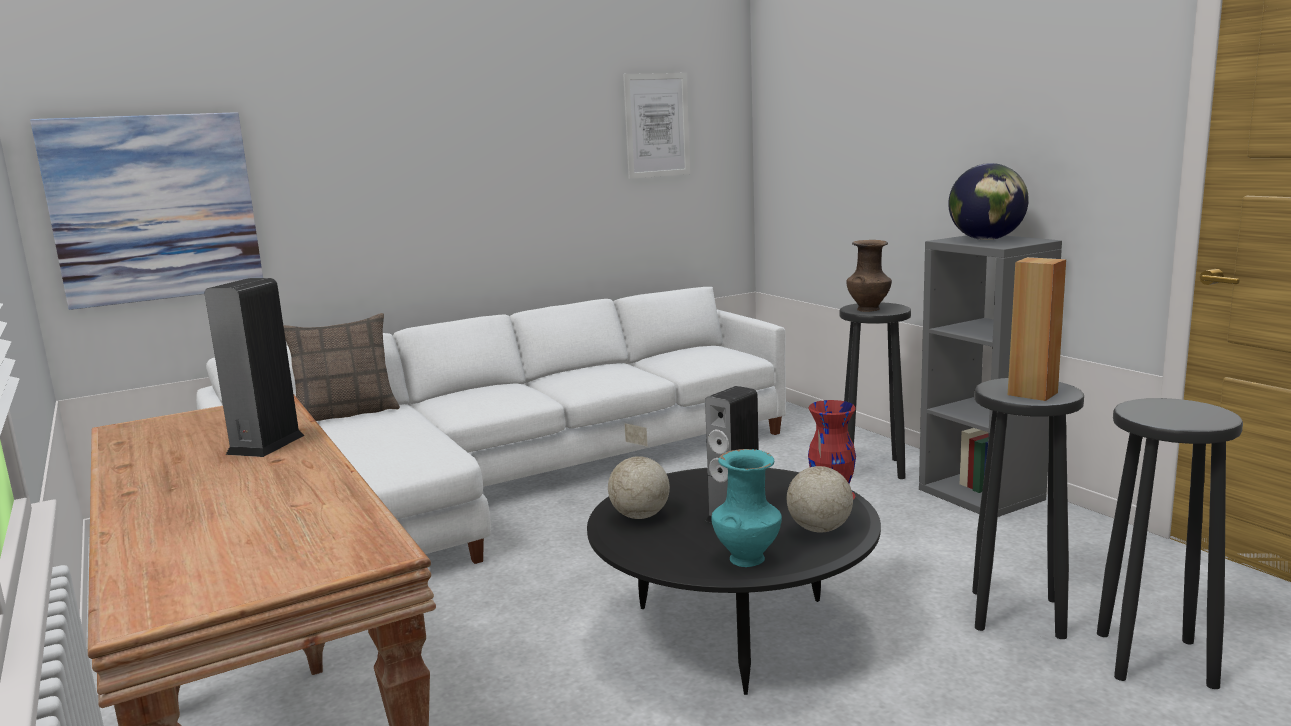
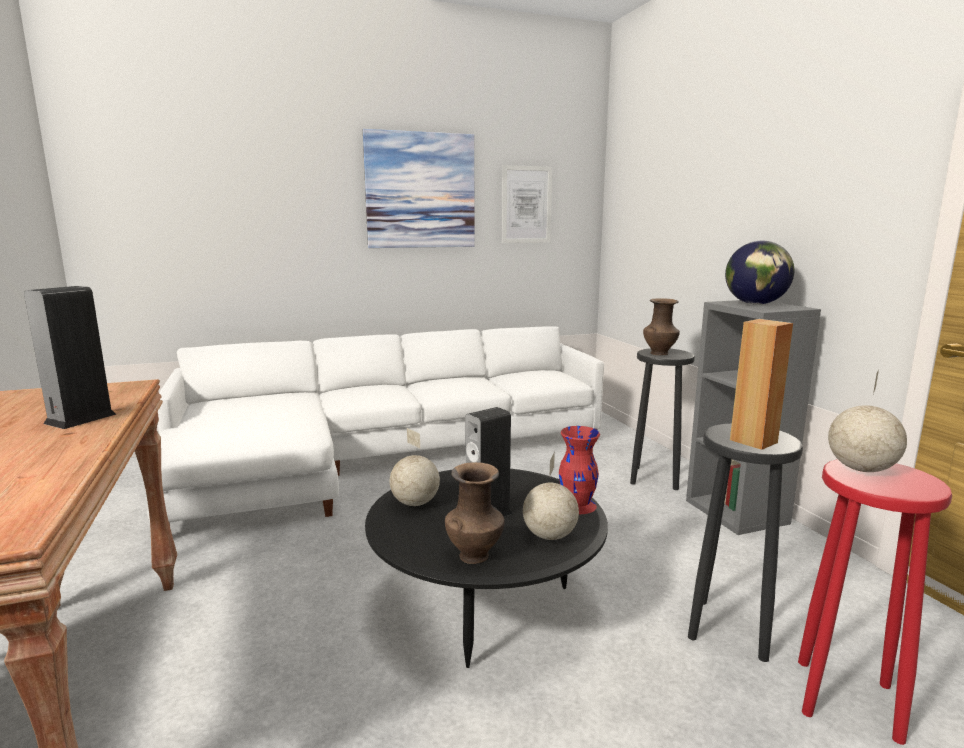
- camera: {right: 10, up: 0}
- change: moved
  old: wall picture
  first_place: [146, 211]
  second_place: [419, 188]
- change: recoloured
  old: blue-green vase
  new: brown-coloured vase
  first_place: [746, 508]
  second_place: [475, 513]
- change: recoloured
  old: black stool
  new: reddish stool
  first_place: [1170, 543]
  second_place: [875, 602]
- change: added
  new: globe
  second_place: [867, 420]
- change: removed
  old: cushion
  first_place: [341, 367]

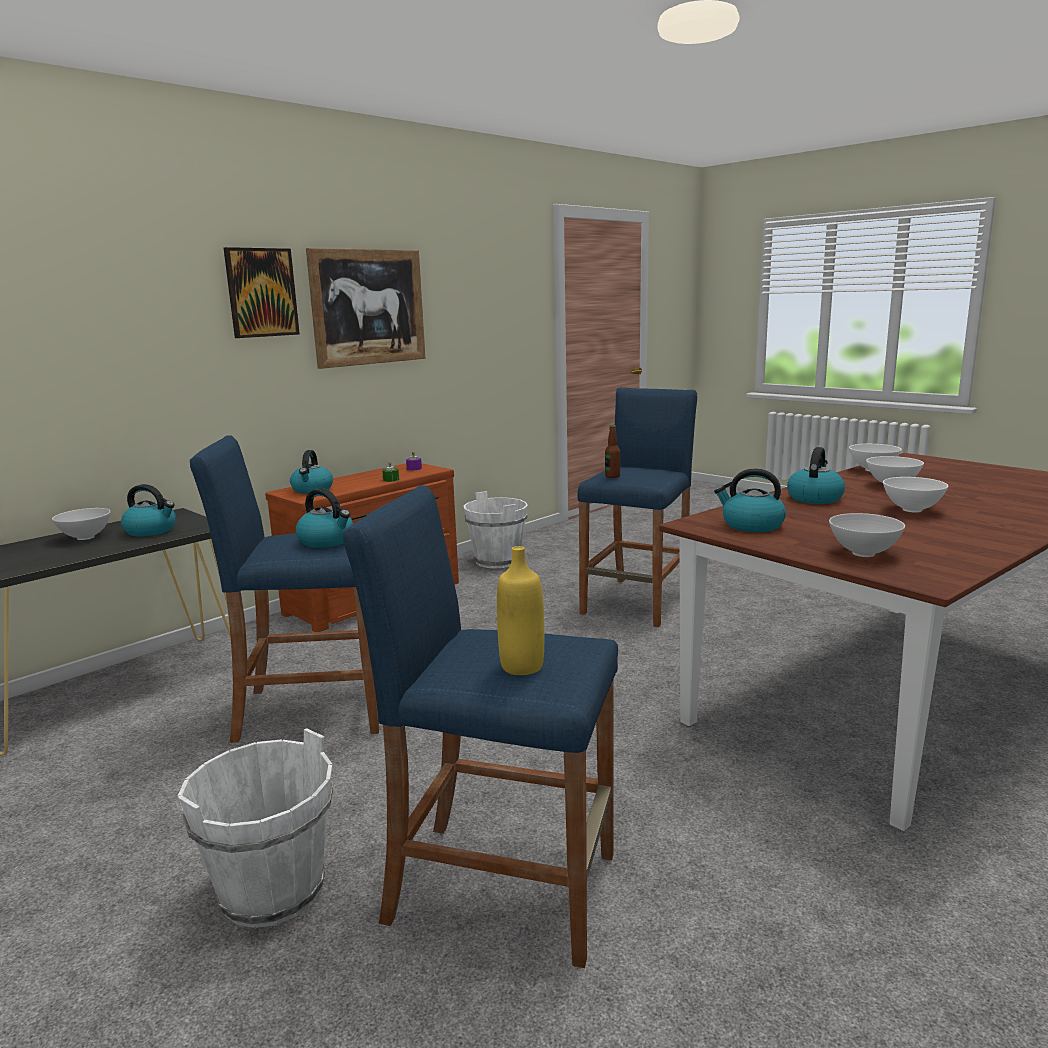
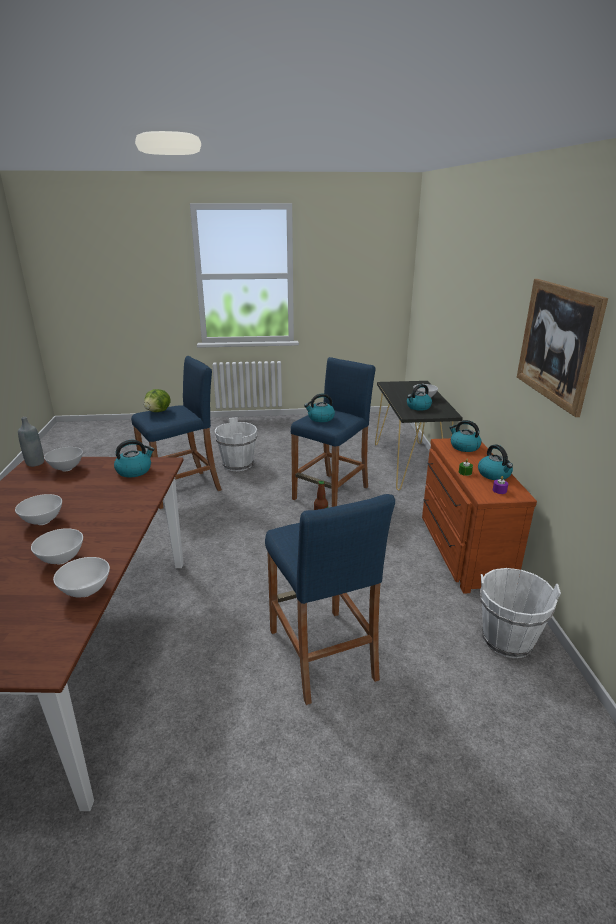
- camera: {right: 130, up: 10}
- change: added
  new: grey beverage bottle
  second_place: [31, 442]
- change: replaced
  old: yellowish beverage bottle
  new: lettuce
  first_place: [520, 610]
  second_place: [157, 400]
- change: moved
  old: water kettle
  first_place: [816, 475]
  second_place: [495, 462]
- change: removed
  old: wall picture
  first_place: [262, 292]

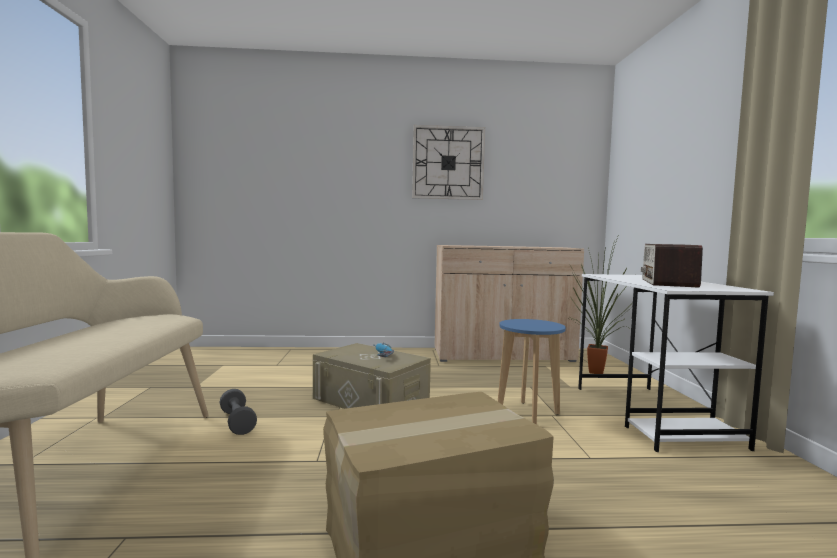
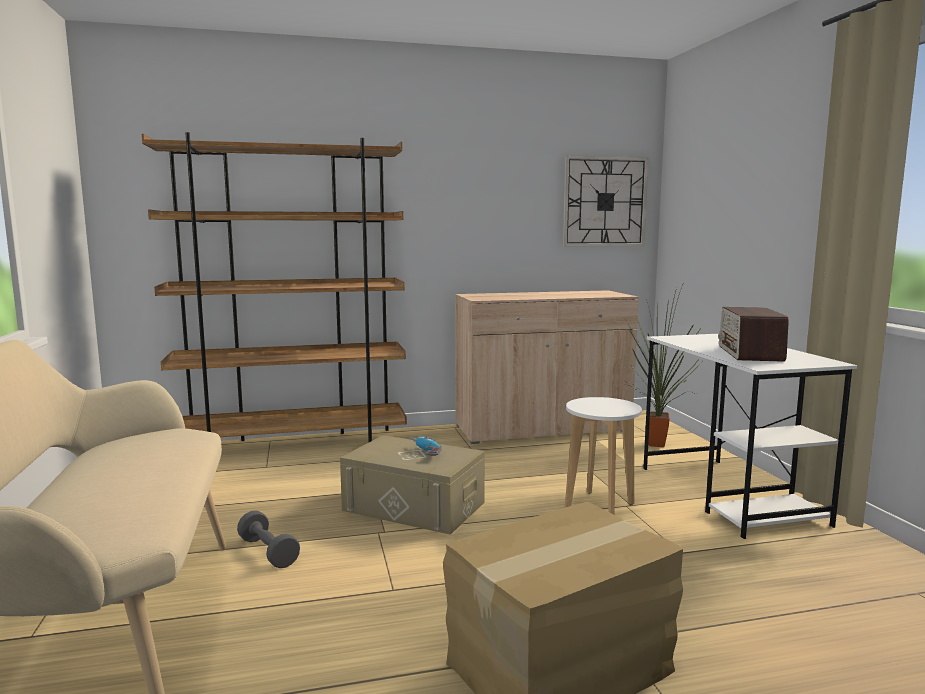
- camera: {right: -10, up: 5}
- change: added
  new: brown-coloured shelving unit
  second_place: [274, 287]
- change: moved
  old: clock on the wall
  first_place: [448, 162]
  second_place: [606, 201]
- change: recoloured
  old: blue-coloured stool
  new: white stool
  first_place: [532, 372]
  second_place: [603, 456]

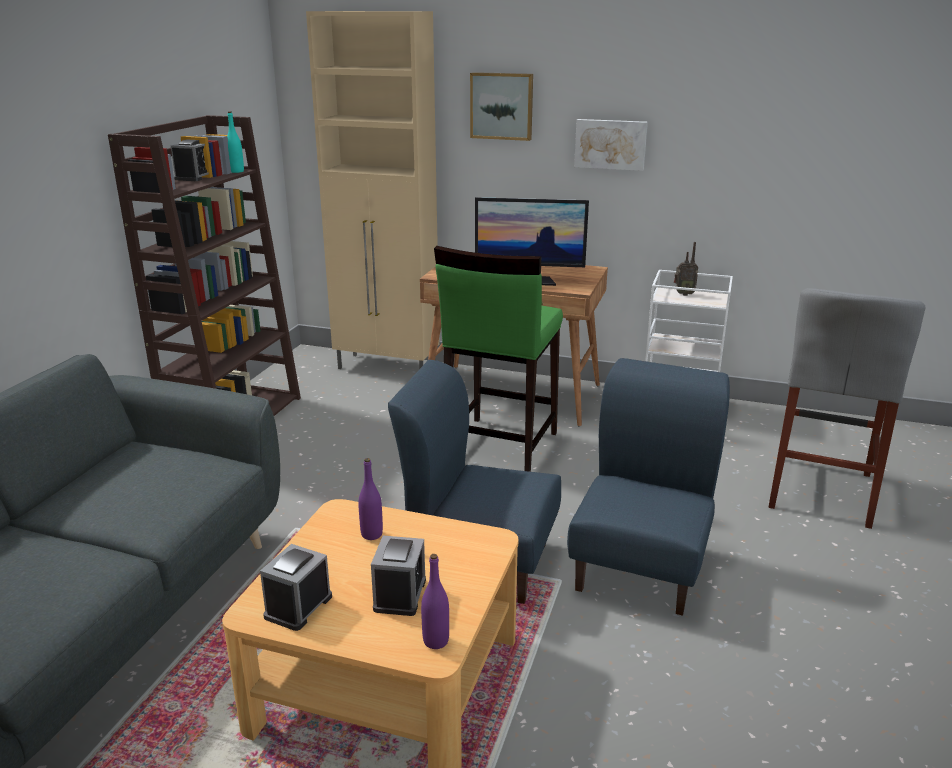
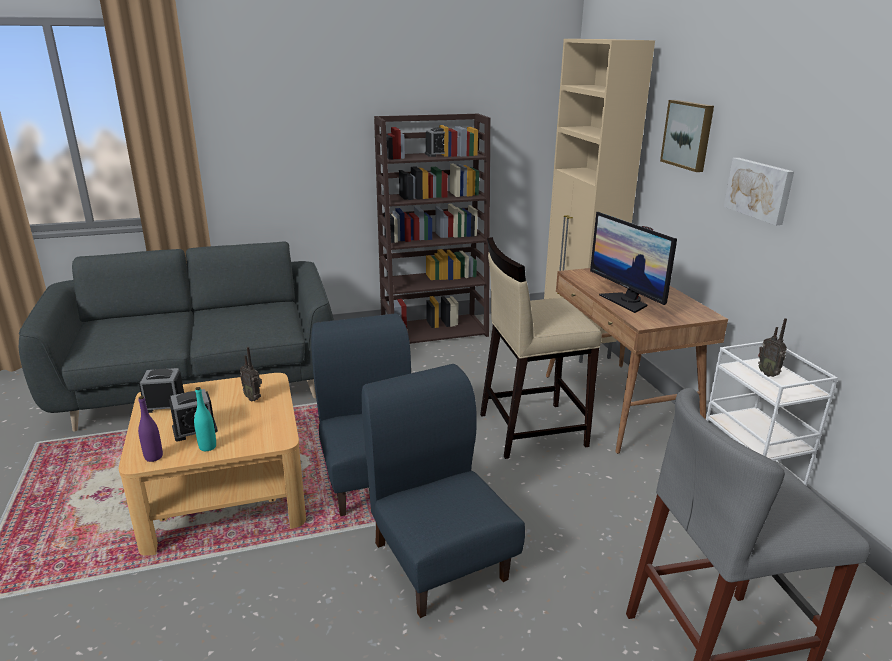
- camera: {right: 55, up: 0}
- change: moved
  old: blue-green beverage bottle
  first_place: [235, 142]
  second_place: [205, 419]
- change: replaced
  old: purplish beverage bottle
  new: radio
  first_place: [370, 499]
  second_place: [251, 374]
- change: turned
  old: blue-coloured chair
  first_place: [648, 487]
  second_place: [443, 491]
  degrees: -105
- change: recoloured
  old: green-coloured stool
  new: beige stool
  first_place: [498, 359]
  second_place: [541, 348]

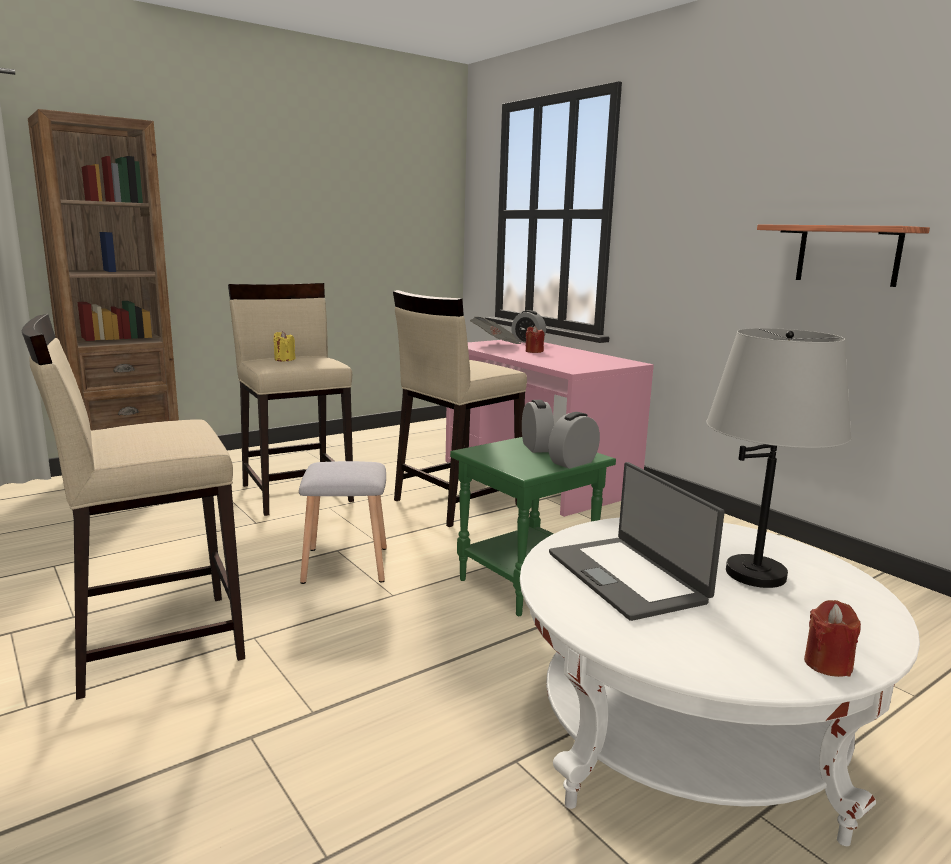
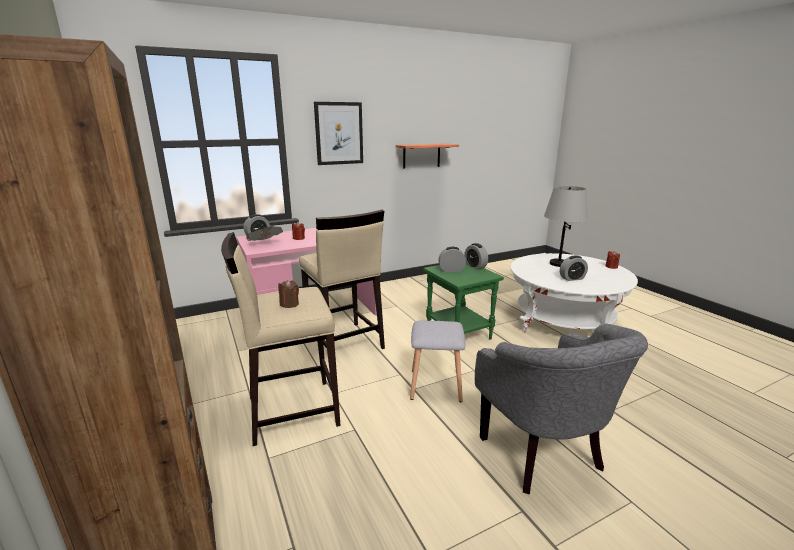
- camera: {right: -80, up: 5}
- change: recoloured
  old: yellowish candle
  new: brown-coloured candle
  first_place: [284, 346]
  second_place: [288, 294]
- change: added
  new: wall picture
  second_place: [338, 133]
- change: replaced
  old: beige stool
  new: grey easy chair
  first_place: [133, 507]
  second_place: [561, 408]
- change: replaced
  old: portable computer
  new: alarm clock
  first_place: [637, 541]
  second_place: [574, 268]

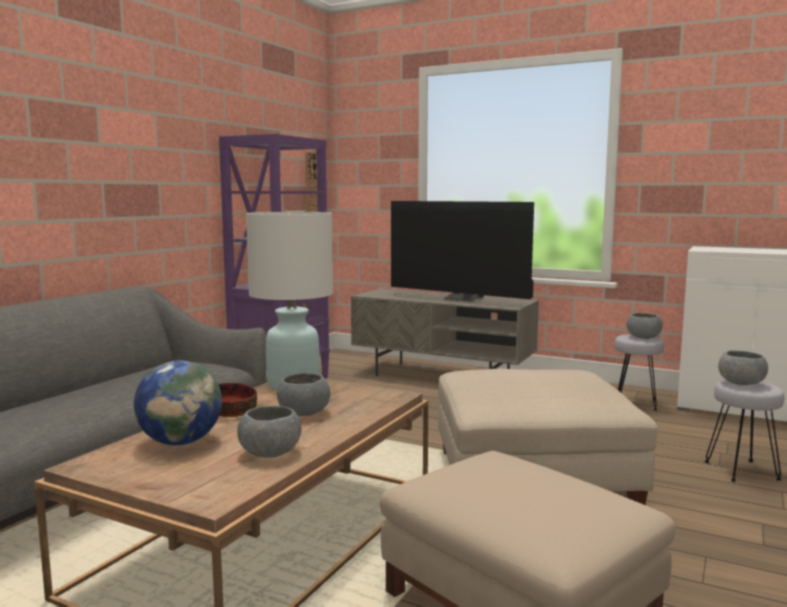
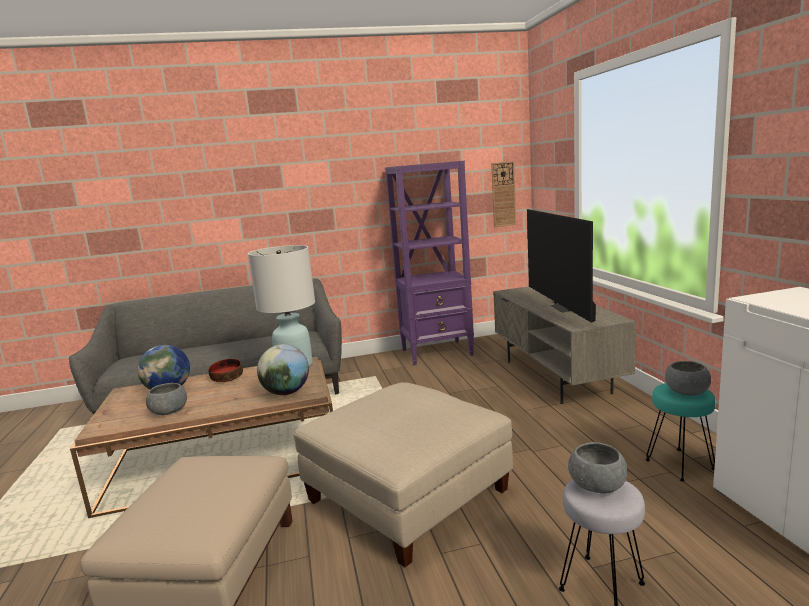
- camera: {right: 50, up: 5}
- change: added
  new: globe
  second_place: [283, 369]
- change: recoloured
  old: grey stool
  new: blue-green stool
  first_place: [639, 372]
  second_place: [680, 432]
- change: removed
  old: grey bowl
  first_place: [303, 394]

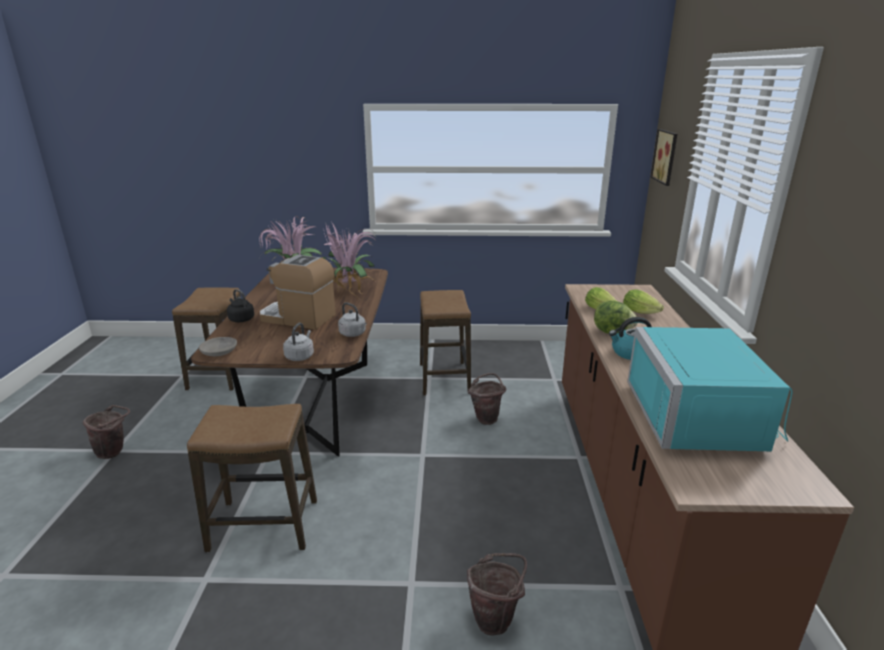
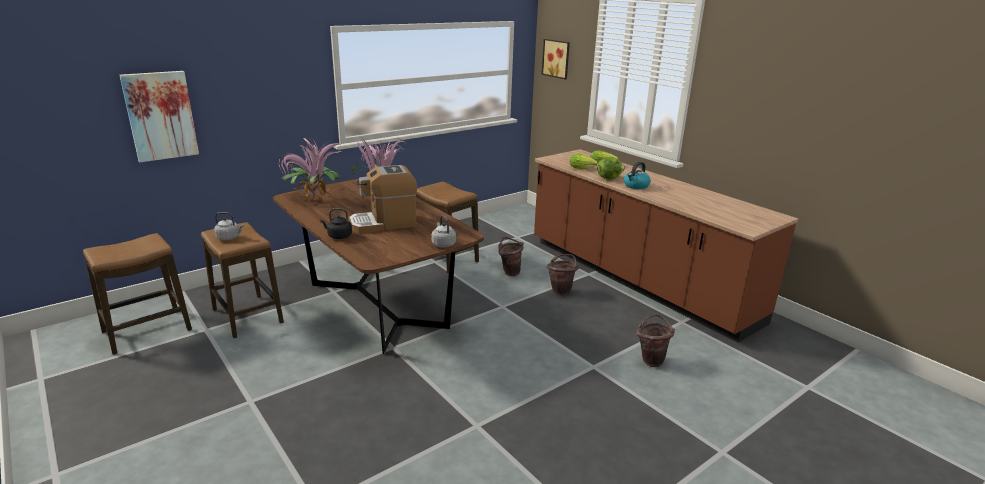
- camera: {right: -40, up: 0}
- change: moved
  old: stool
  first_place: [252, 478]
  second_place: [137, 294]
- change: added
  new: wall picture
  second_place: [159, 116]
- change: moved
  old: grey water kettle
  first_place: [352, 319]
  second_place: [229, 226]
- change: moved
  old: brown-coloured bucket
  first_place: [106, 432]
  second_place: [562, 275]
- change: removed
  old: grey bowl
  first_place: [218, 346]
- change: removed
  old: blue-green kitchen microwave
  first_place: [709, 389]

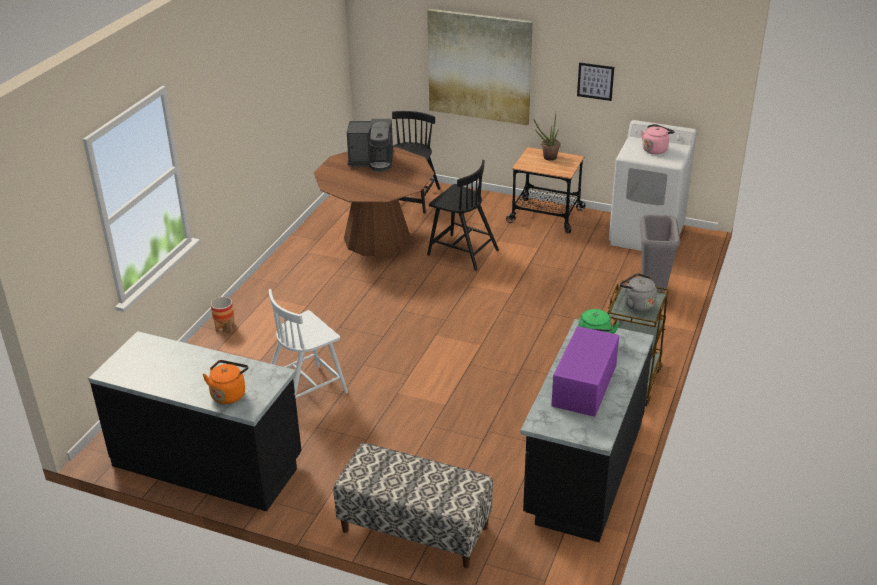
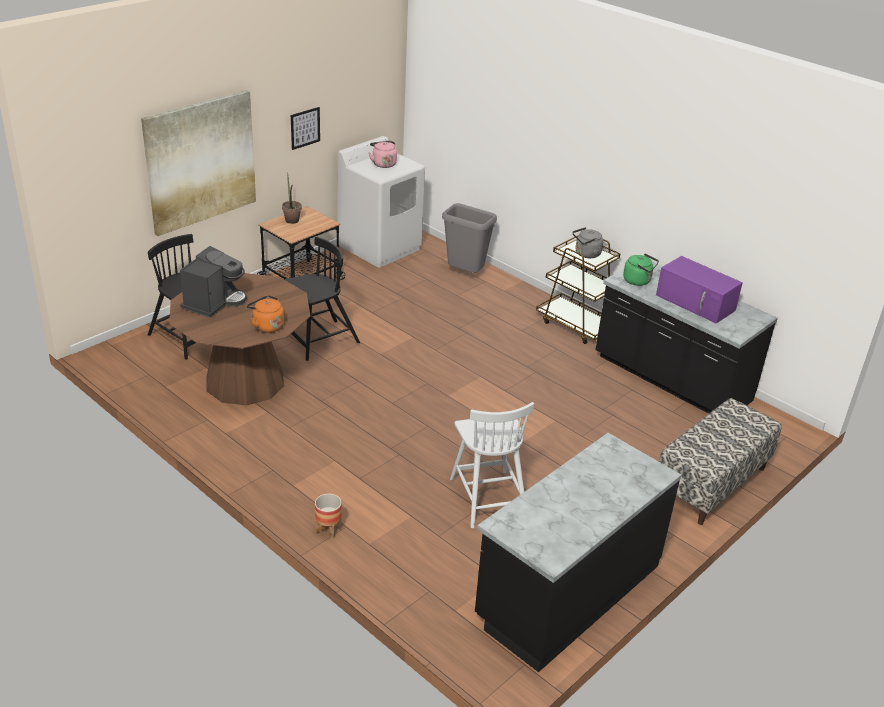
- camera: {right: -70, up: 0}
- change: moved
  old: orange water kettle
  first_place: [225, 382]
  second_place: [265, 314]

